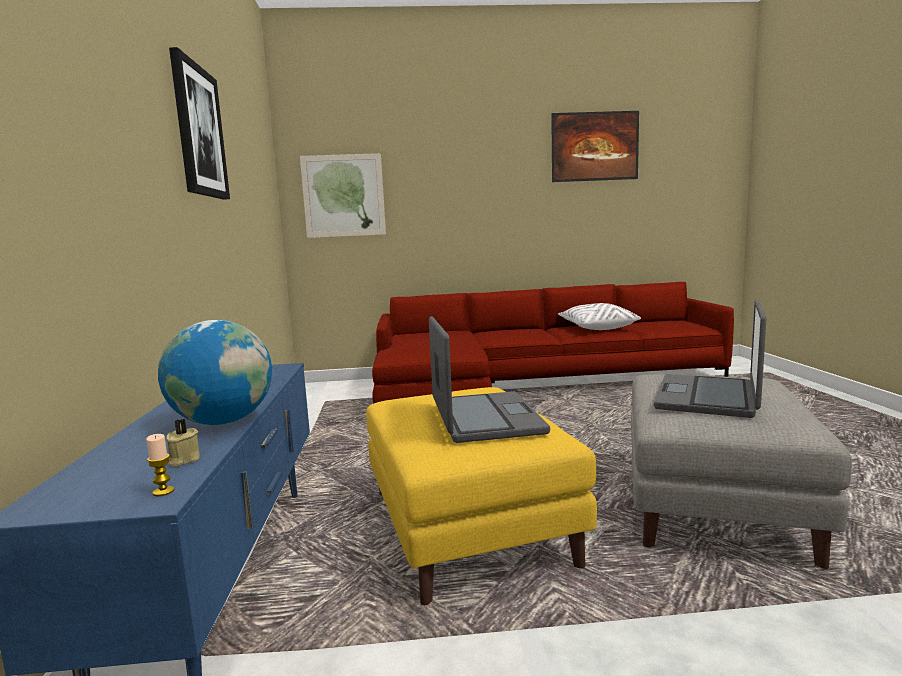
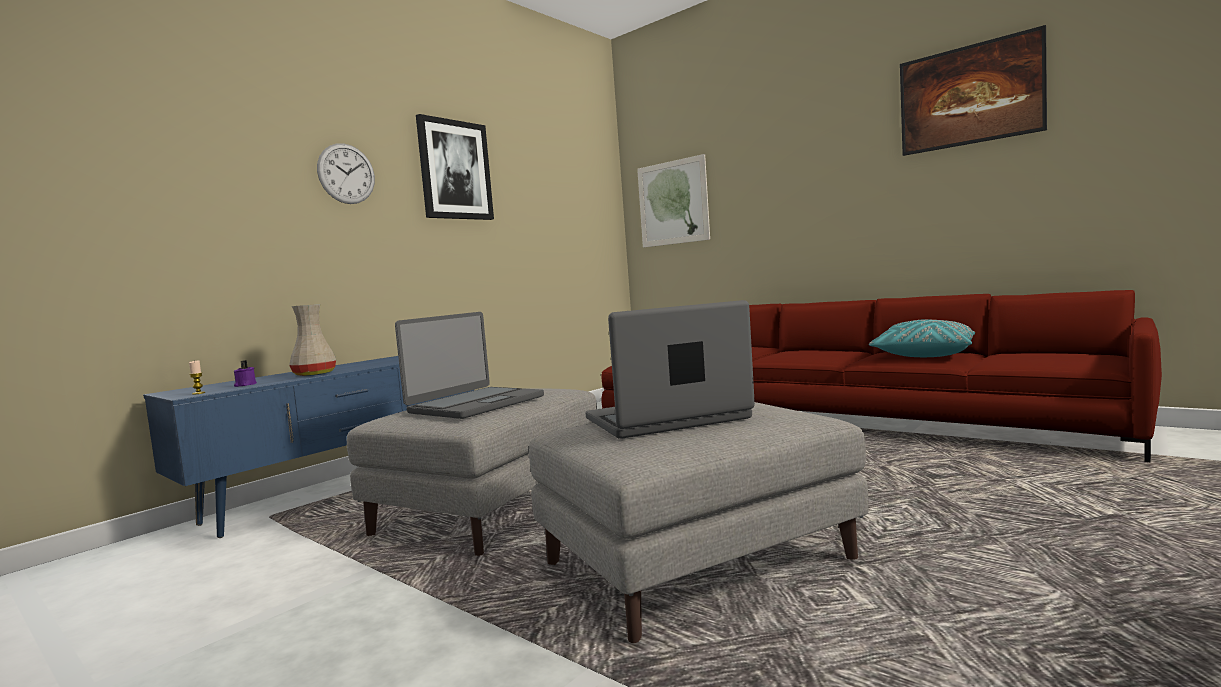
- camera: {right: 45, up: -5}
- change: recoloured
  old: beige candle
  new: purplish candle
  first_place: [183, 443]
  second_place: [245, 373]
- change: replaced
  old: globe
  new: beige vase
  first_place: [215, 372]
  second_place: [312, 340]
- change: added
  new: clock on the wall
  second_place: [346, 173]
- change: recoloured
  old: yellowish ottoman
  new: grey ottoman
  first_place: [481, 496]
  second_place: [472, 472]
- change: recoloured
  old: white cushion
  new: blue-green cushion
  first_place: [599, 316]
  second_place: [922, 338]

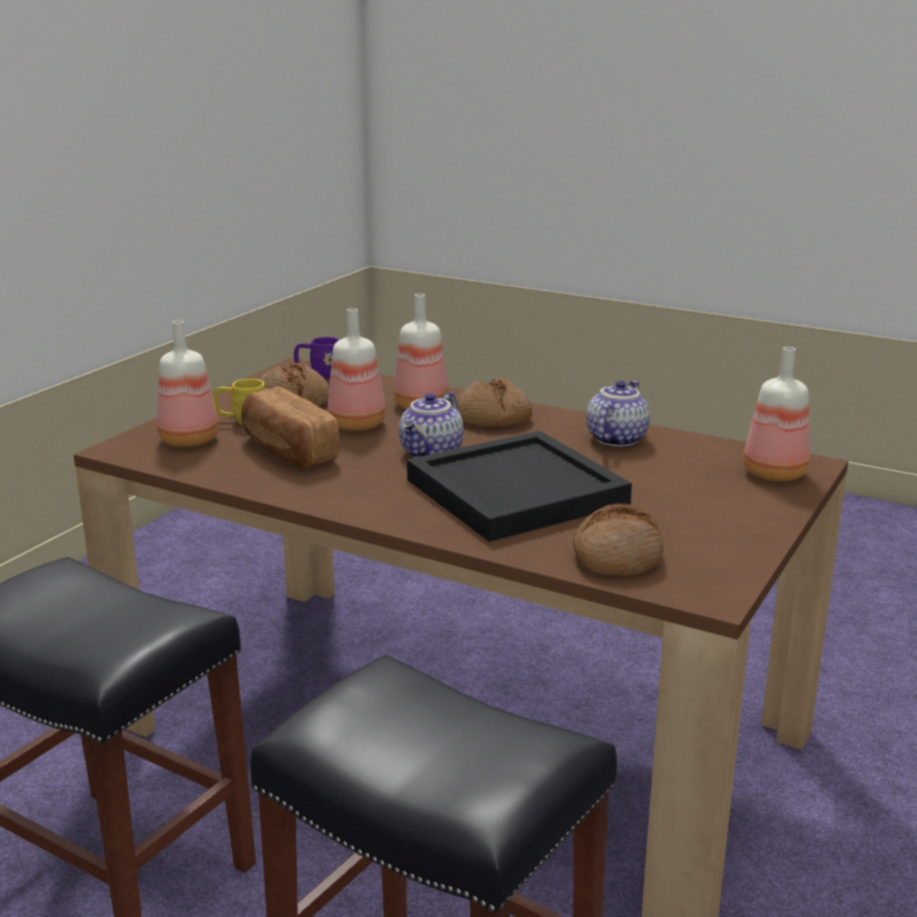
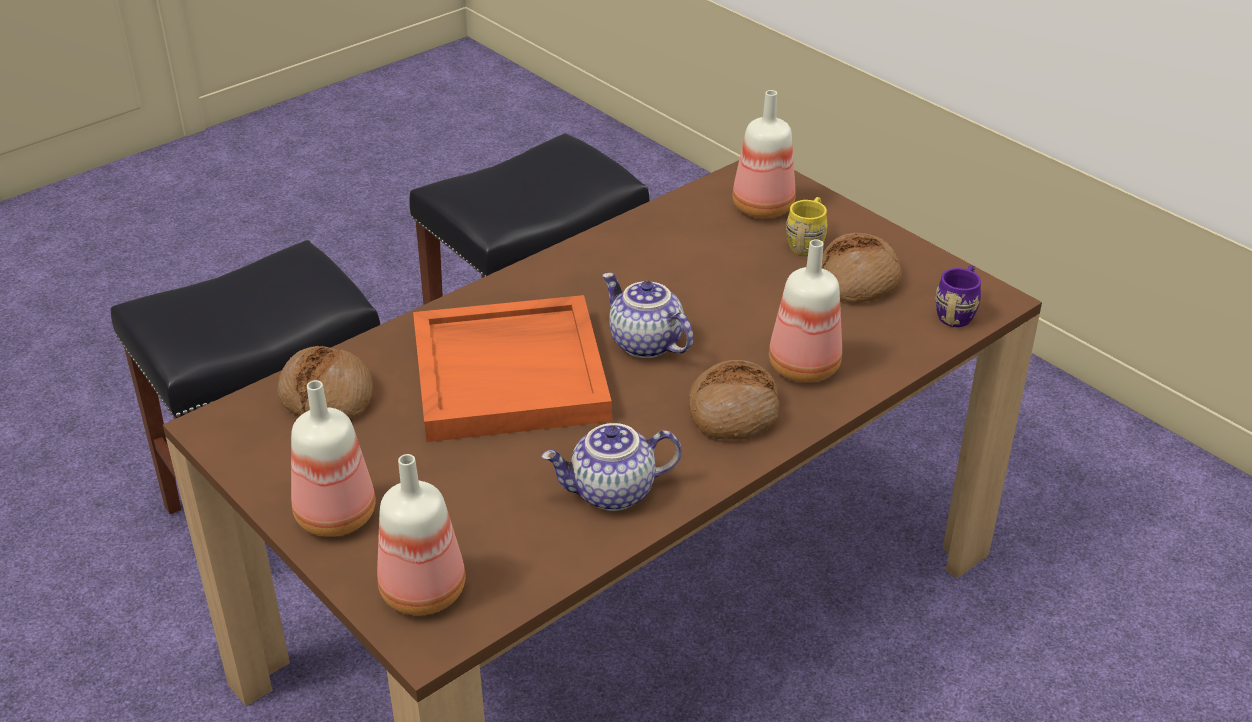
- camera: {right: 110, up: 15}
- change: moved
  old: beverage bottle
  first_place: [357, 369]
  second_place: [333, 458]
- change: recoloured
  old: black serving tray
  new: orange serving tray
  first_place: [519, 486]
  second_place: [512, 368]
- change: turned
  old: pot for tea
  first_place: [618, 413]
  second_place: [611, 467]
  degrees: 120
- change: removed
  old: bread
  first_place: [290, 427]

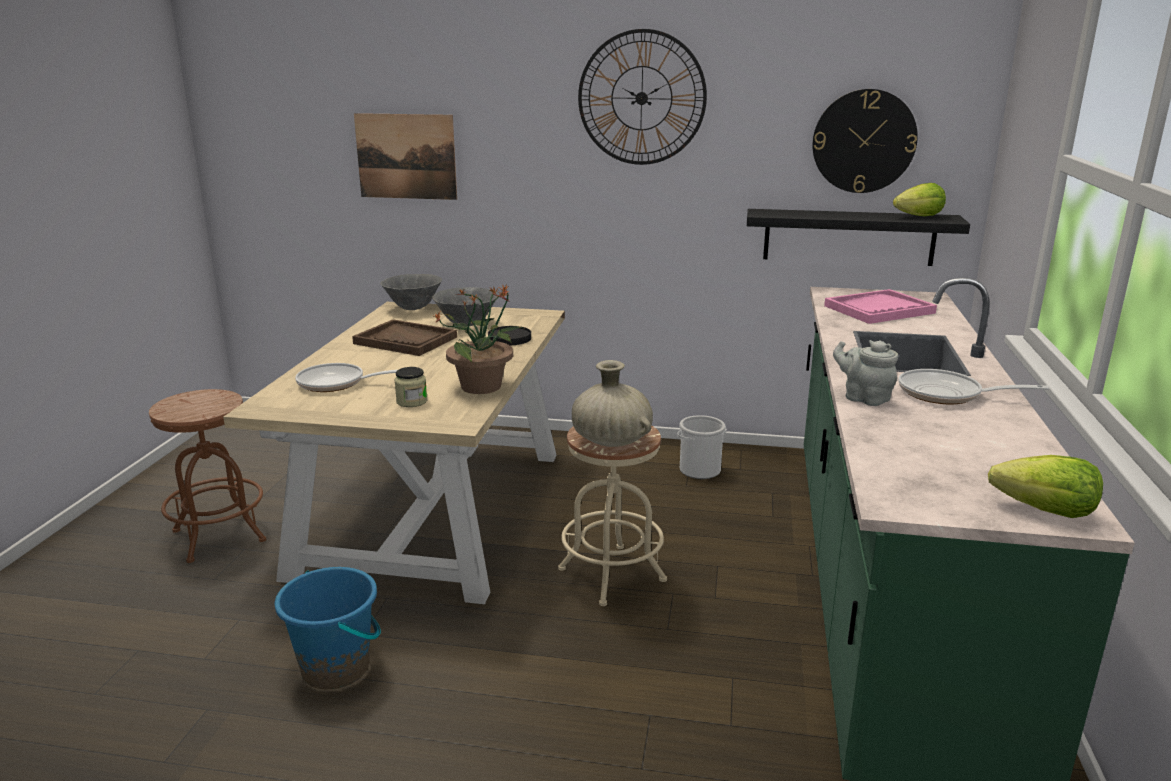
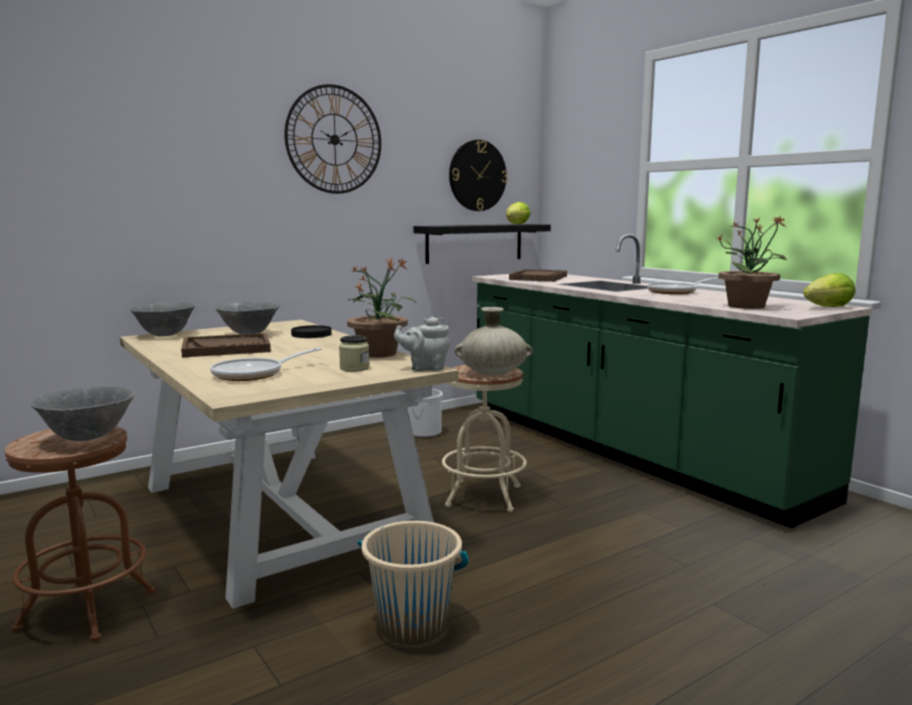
- camera: {right: -45, up: -10}
- change: added
  new: grey bowl
  second_place: [82, 414]
- change: recoloured
  old: blue-coloured bucket
  new: beige bucket
  first_place: [328, 628]
  second_place: [413, 583]
- change: moved
  old: grey pot for tea
  first_place: [865, 373]
  second_place: [422, 344]
- change: recoloured
  old: pink-coloured serving tray
  new: brown-coloured serving tray
  first_place: [880, 306]
  second_place: [538, 275]
- change: added
  new: houseplant
  second_place: [751, 262]
- change: removed
  old: wall picture
  first_place: [405, 156]

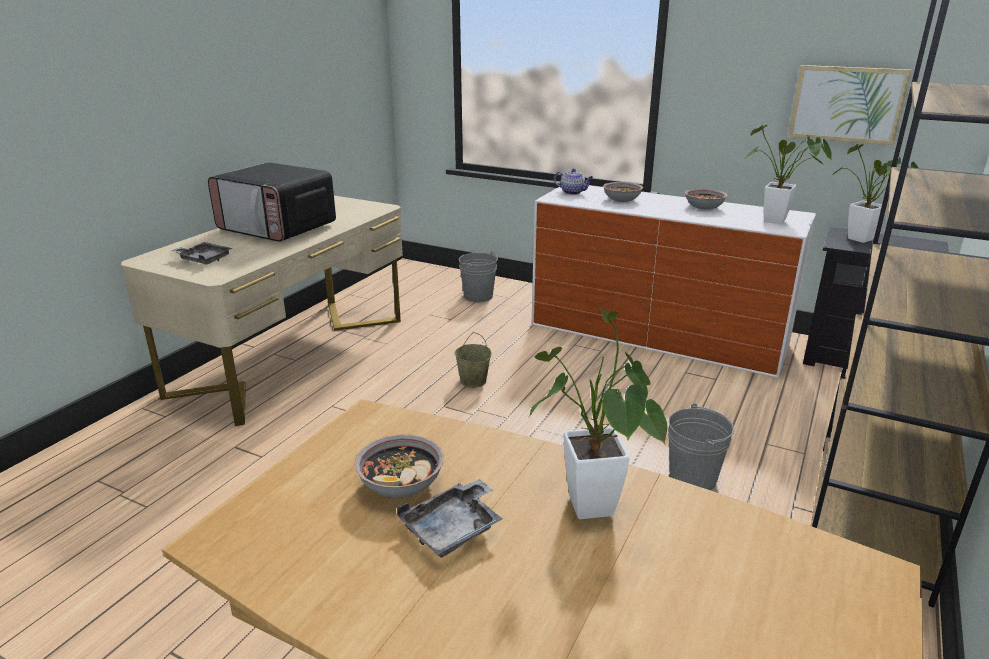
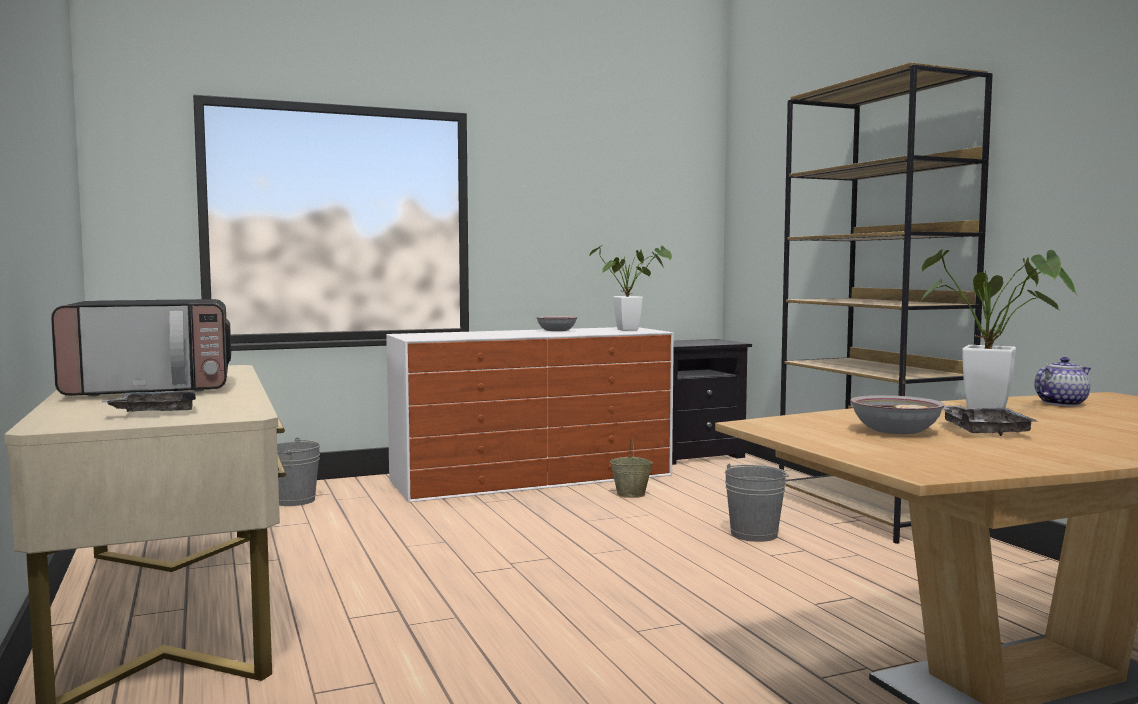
- camera: {right: -50, up: -20}
- change: moved
  old: beige bucket
  first_place: [473, 360]
  second_place: [631, 468]
- change: moved
  old: pot for tea
  first_place: [573, 181]
  second_place: [1062, 381]
- change: removed
  old: bowl
  first_place: [623, 192]
- change: removed
  old: wall picture
  first_place: [849, 105]
- change: removed
  old: houseplant
  first_place: [875, 193]

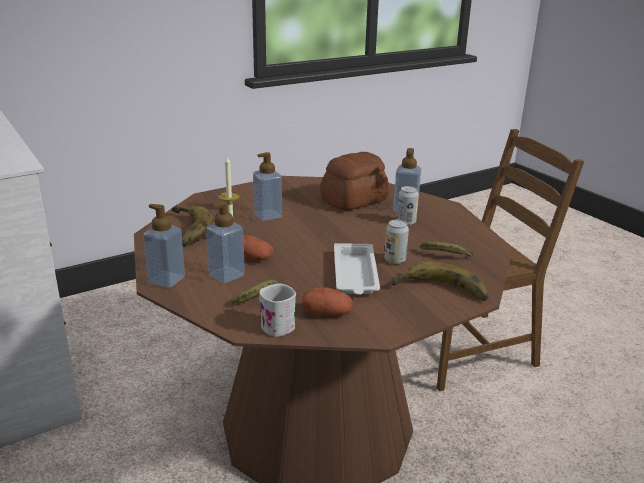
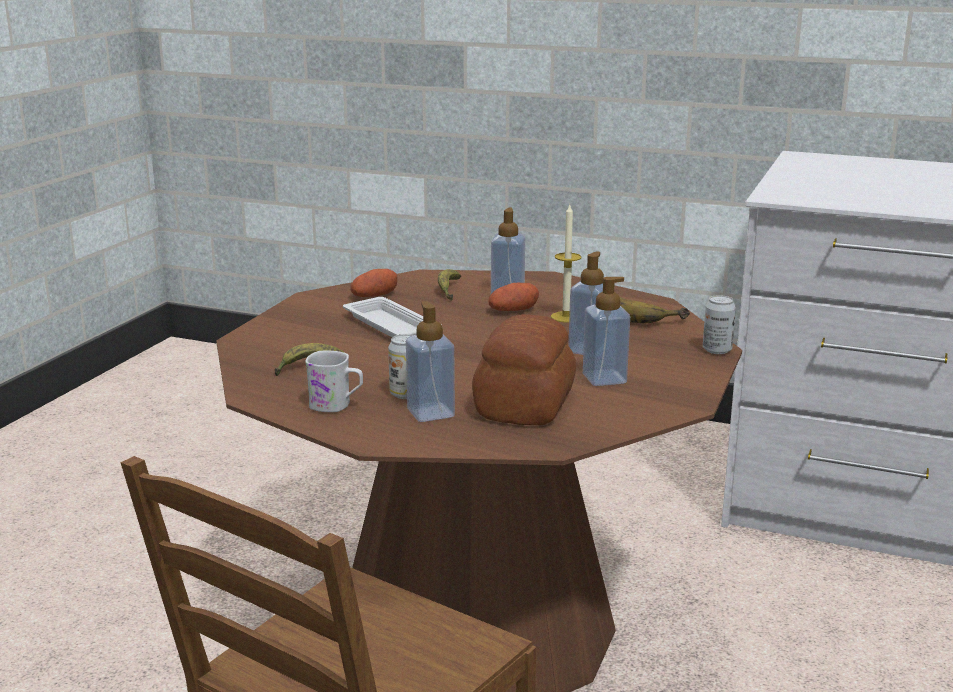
- camera: {right: 145, up: -5}
- change: moved
  old: white coffee mug
  first_place: [277, 310]
  second_place: [334, 381]
- change: moved
  old: liquid soap bottle
  first_place: [164, 246]
  second_place: [606, 331]
- change: moved
  old: sealed can
  first_place: [396, 242]
  second_place: [719, 324]
- change: removed
  old: banana
  first_place: [440, 281]

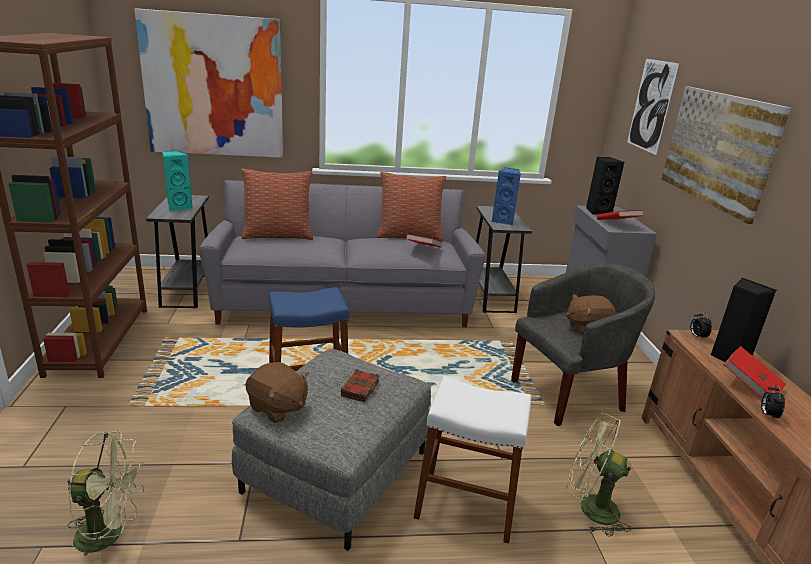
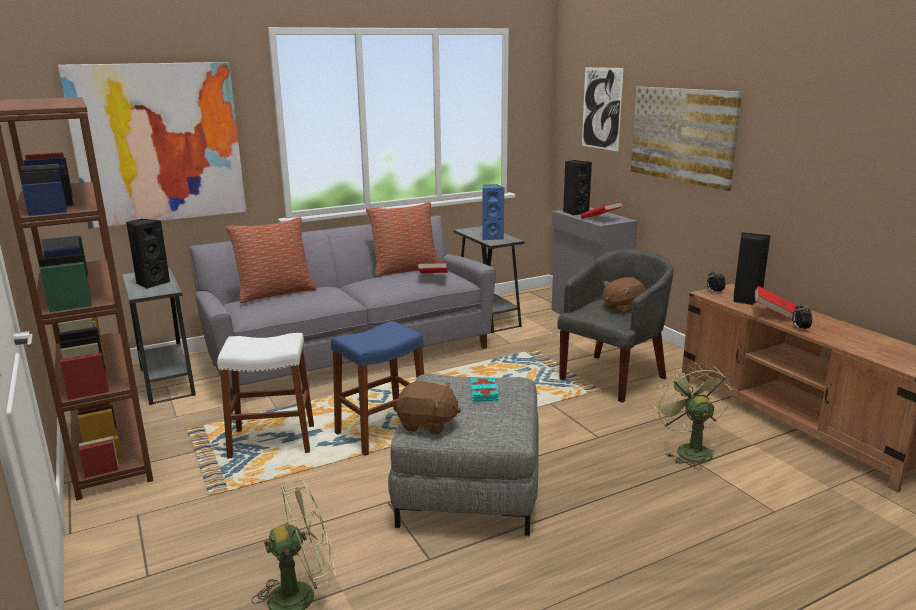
- camera: {right: -20, up: -5}
- change: recoloured
  old: blue-green loudspeaker
  new: black loudspeaker
  first_place: [177, 180]
  second_place: [148, 254]
- change: moved
  old: white stool
  first_place: [472, 460]
  second_place: [265, 395]
- change: recoloured
  old: brown-coloured volume
  new: blue-green volume
  first_place: [360, 385]
  second_place: [484, 389]
- change: turned
  old: green-coloured fan
  first_place: [598, 475]
  second_place: [693, 416]
  degrees: 75

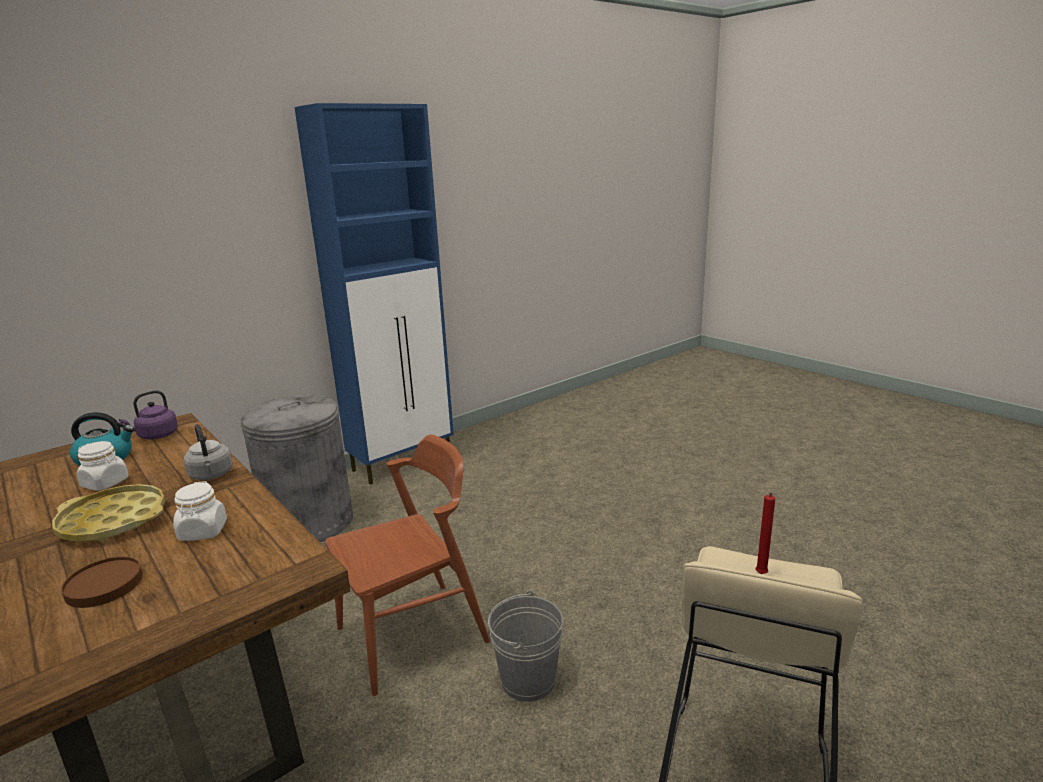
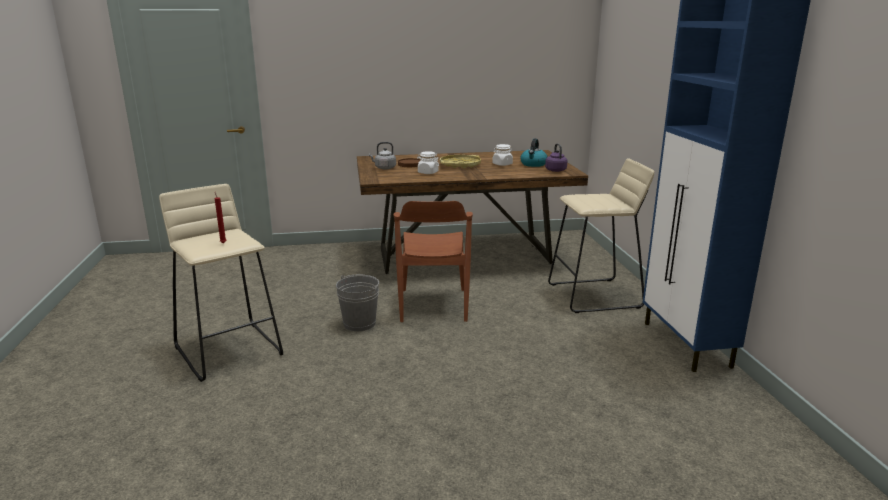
- camera: {right: 120, up: 0}
- change: moved
  old: grey water kettle
  first_place: [207, 452]
  second_place: [382, 155]
- change: replaced
  old: grey waste bin
  new: beige stool
  first_place: [297, 468]
  second_place: [601, 235]

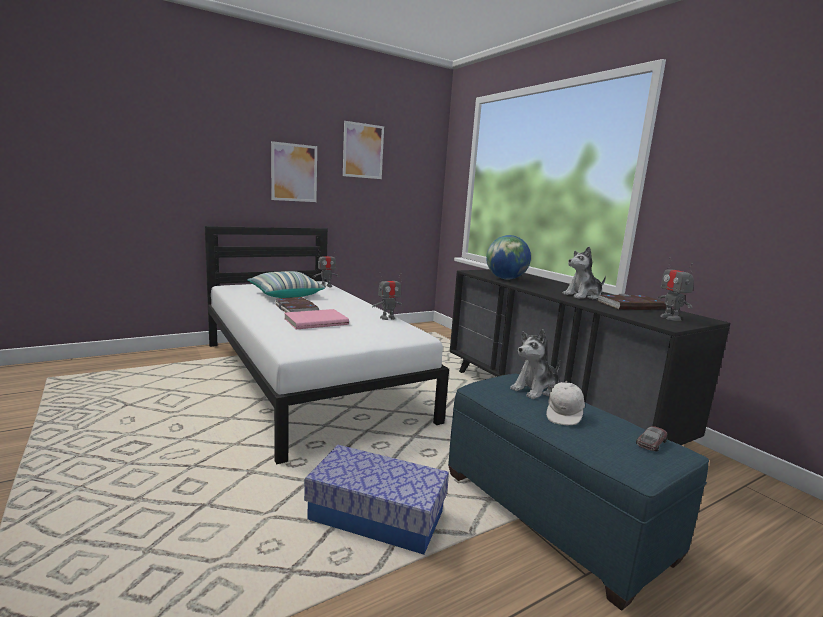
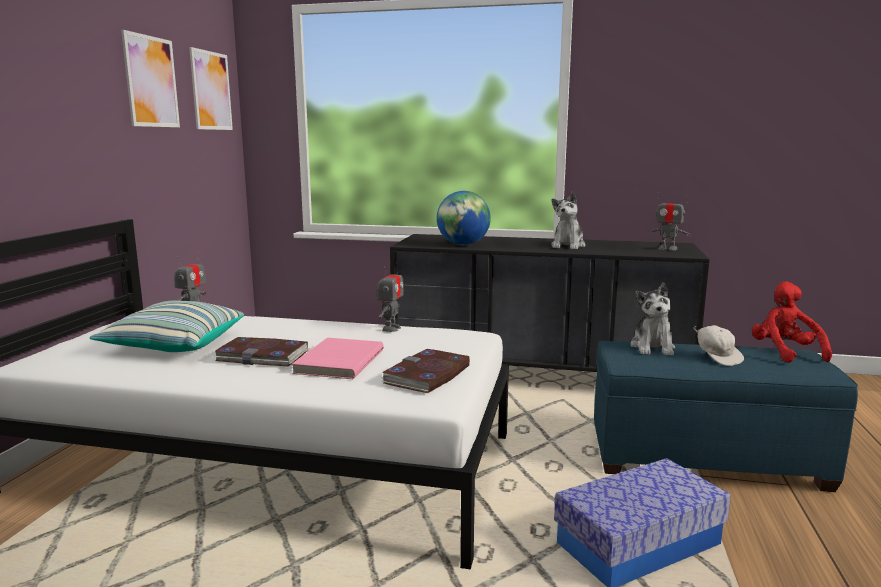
- camera: {right: -45, up: 0}
- change: moved
  old: wall picture
  first_place: [294, 171]
  second_place: [211, 88]
- change: moved
  old: volume
  first_place: [631, 302]
  second_place: [426, 371]
- change: replaced
  old: miniature car
  new: reddish soft toy
  first_place: [651, 439]
  second_place: [792, 322]

